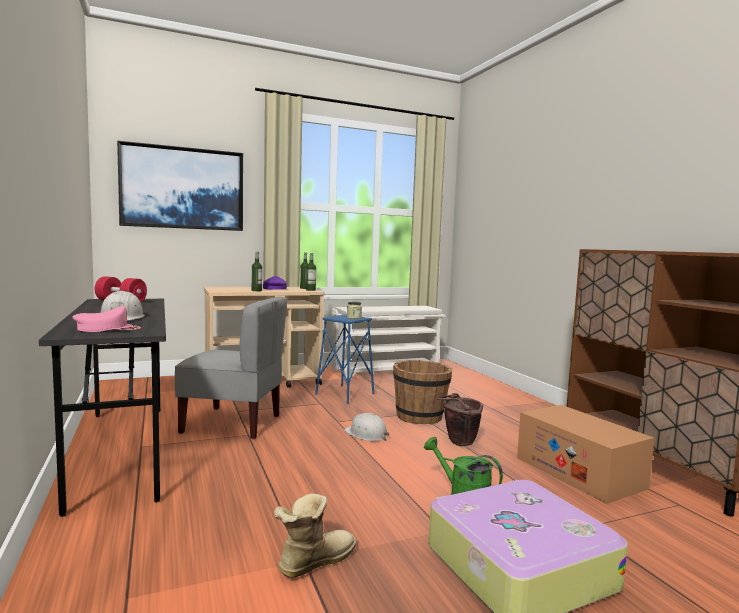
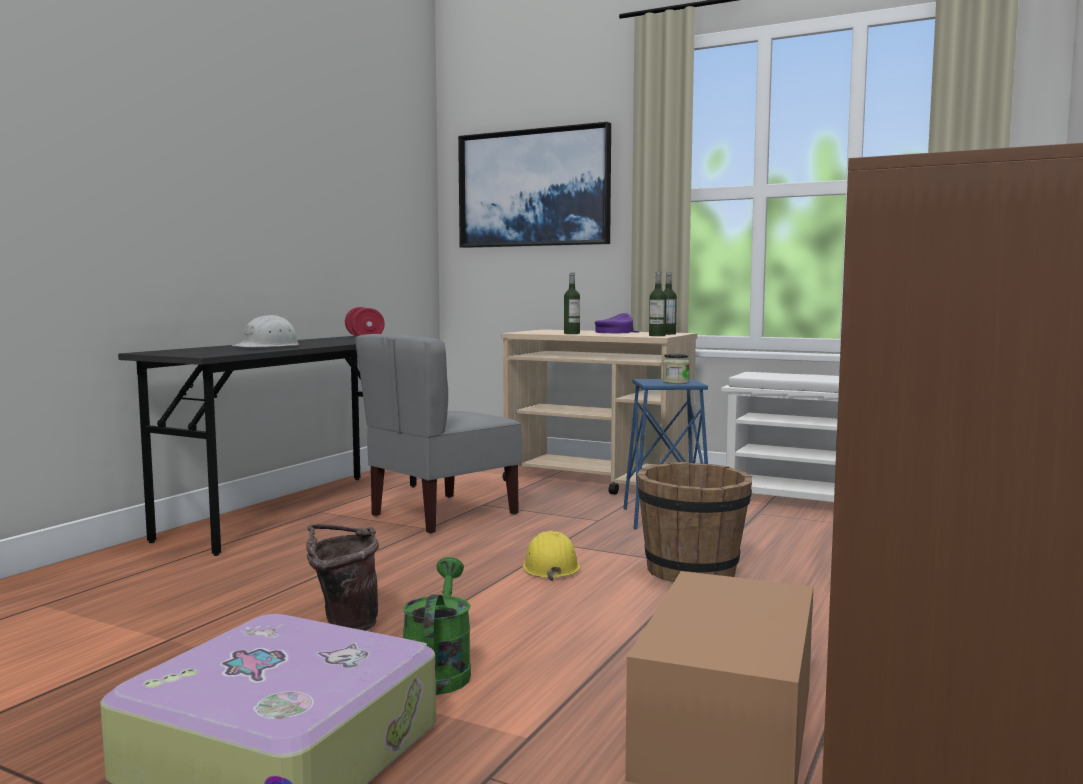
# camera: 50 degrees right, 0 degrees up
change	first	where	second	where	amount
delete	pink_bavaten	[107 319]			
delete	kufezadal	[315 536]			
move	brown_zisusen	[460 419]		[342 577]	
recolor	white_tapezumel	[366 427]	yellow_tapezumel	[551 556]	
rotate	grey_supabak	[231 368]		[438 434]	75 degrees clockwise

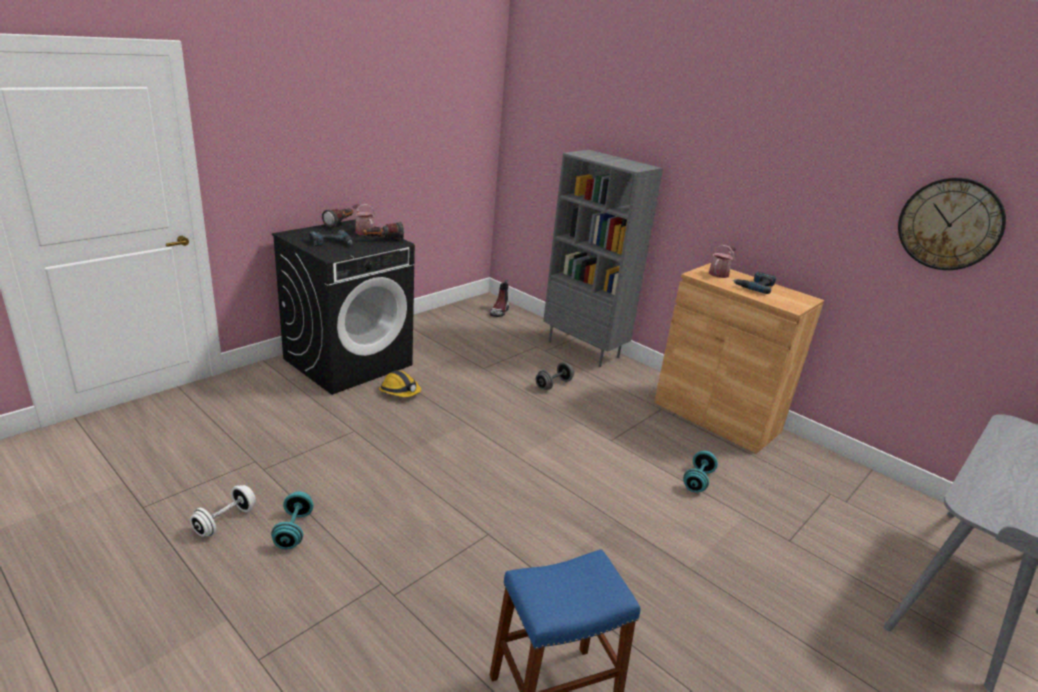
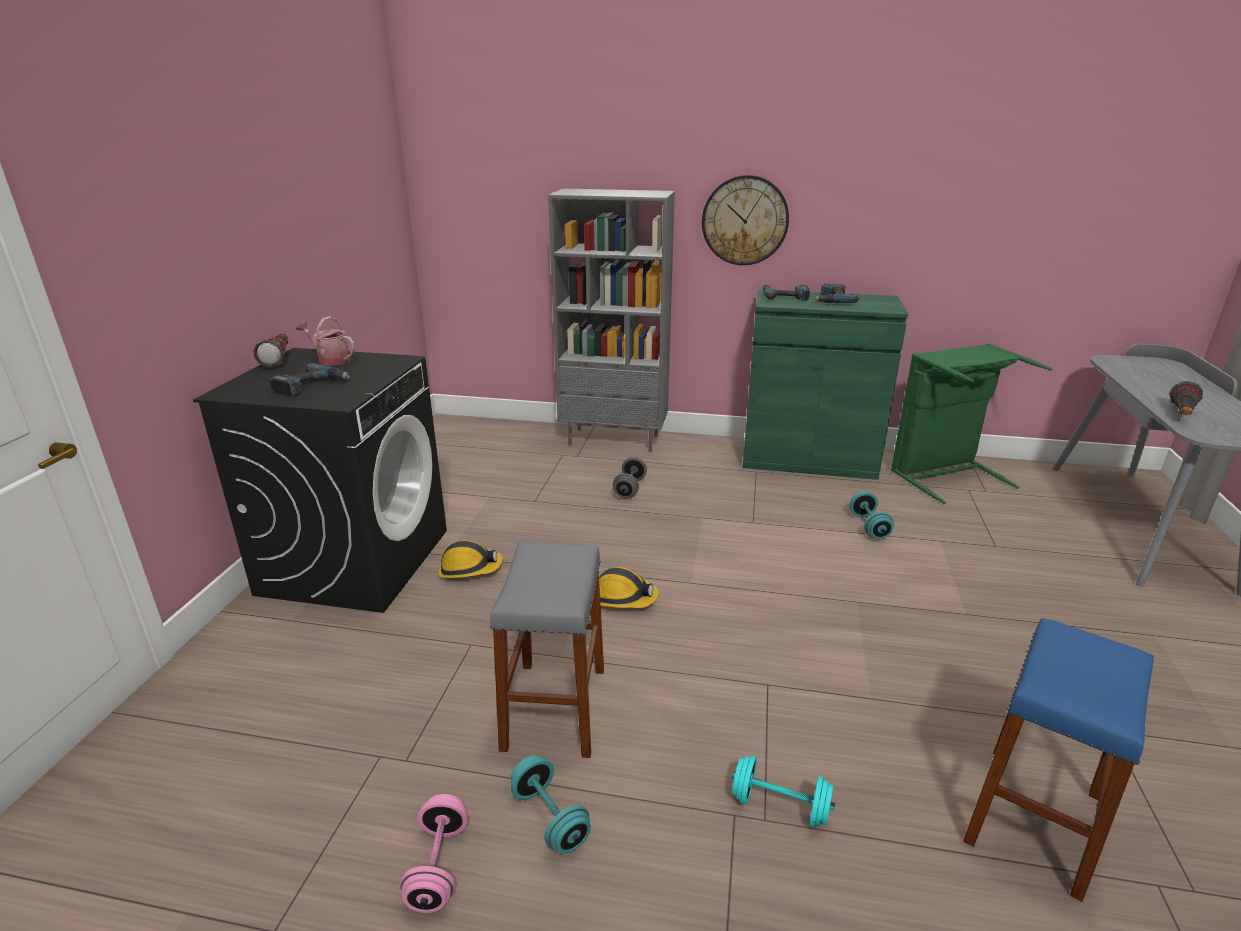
# camera: 30 degrees left, 0 degrees up
change	first	where	second	where	amount
delete	kufezadal	[499 298]			
insert			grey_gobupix	[547 650]	
insert			tapezumel	[629 587]	
insert			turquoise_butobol	[783 791]	
insert			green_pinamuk	[971 423]	
move	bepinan	[383 231]		[1186 398]	
move	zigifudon	[952 224]		[745 220]	
replace	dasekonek	[722 261]	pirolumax	[786 292]	
recolor	white_butobol	[223 511]	pink_butobol	[434 853]	
recolor	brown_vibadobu	[739 358]	green_vibadobu	[825 385]	

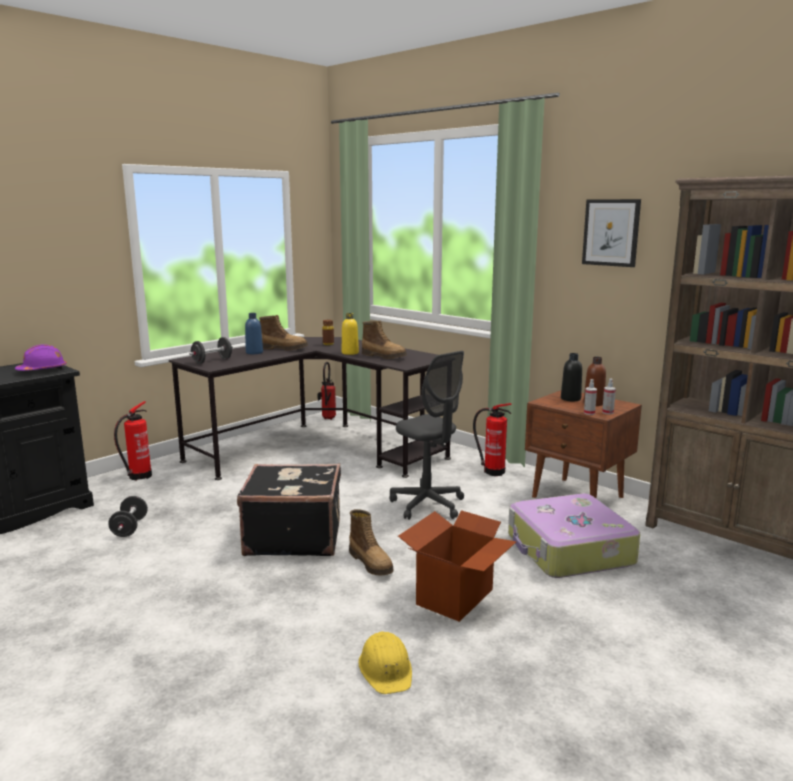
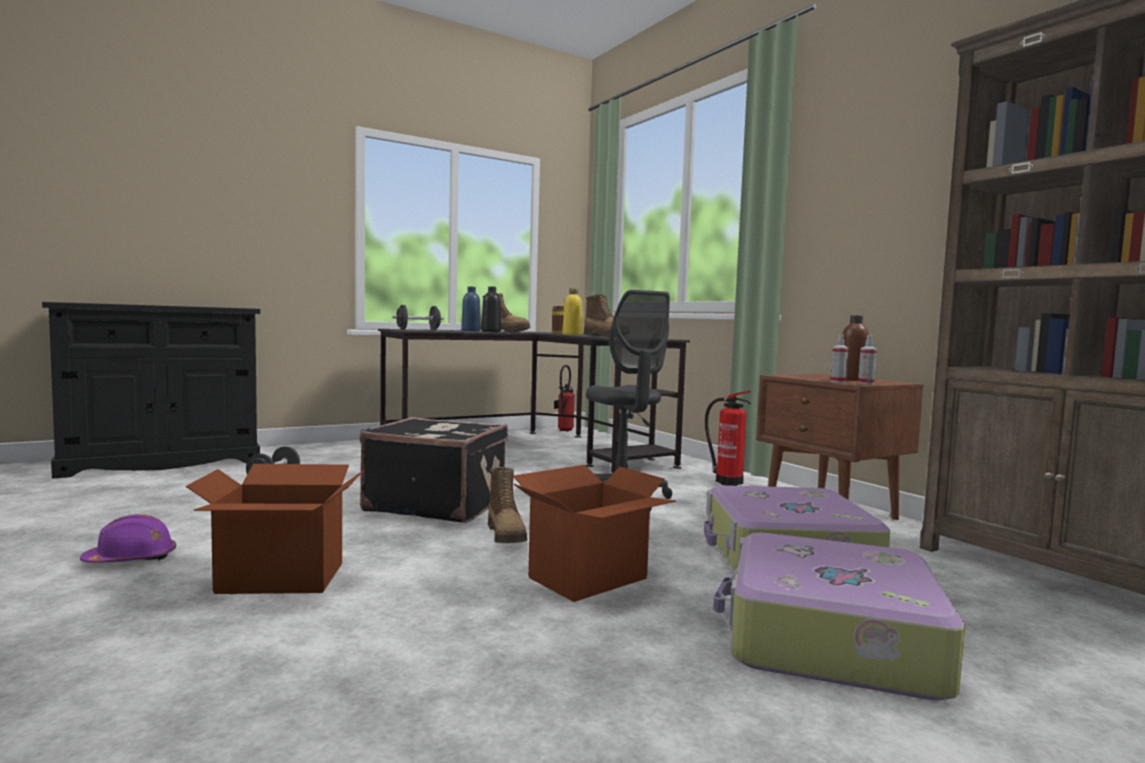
# camera: 15 degrees right, 10 degrees down
change	first	where	second	where	amount
delete	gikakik	[133 440]			
delete	yellow_tapezumel	[385 662]			
delete	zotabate	[611 233]			
insert			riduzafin	[275 529]	
insert			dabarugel	[839 617]	
move	purple_tapezumel	[41 357]		[128 538]	
move	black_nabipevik	[571 377]		[491 309]	

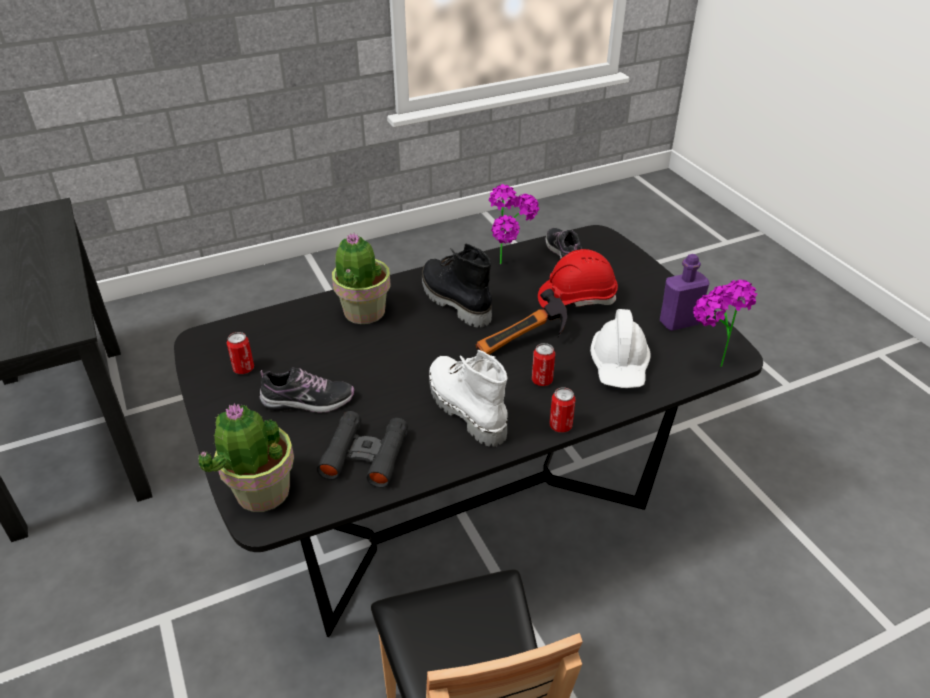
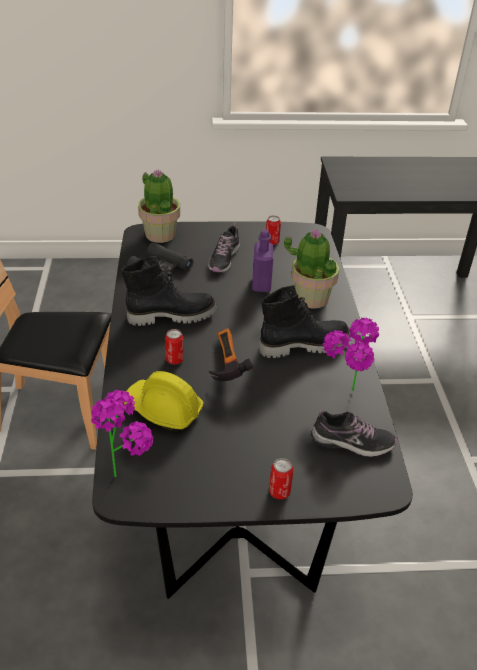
# camera: 110 degrees right, 0 degrees up
change	first	where	second	where	amount
delete	red_tapezumel	[578 278]			
move	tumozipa	[562 410]		[281 478]	
move	purple_nabipevik	[684 292]		[262 261]	
recolor	white_kufezadal	[468 398]	black_kufezadal	[169 291]	
recolor	white_tapezumel	[620 348]	yellow_tapezumel	[163 401]	

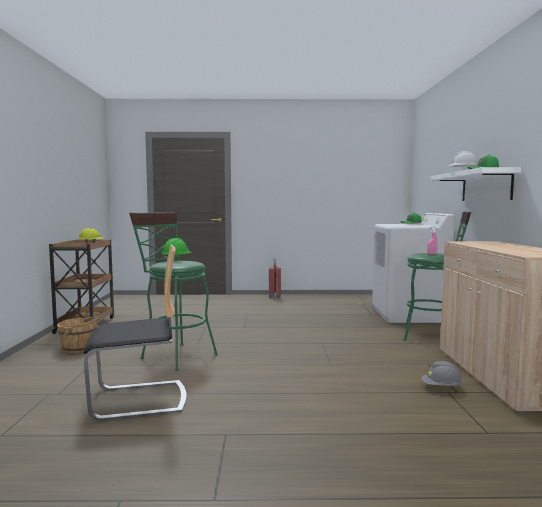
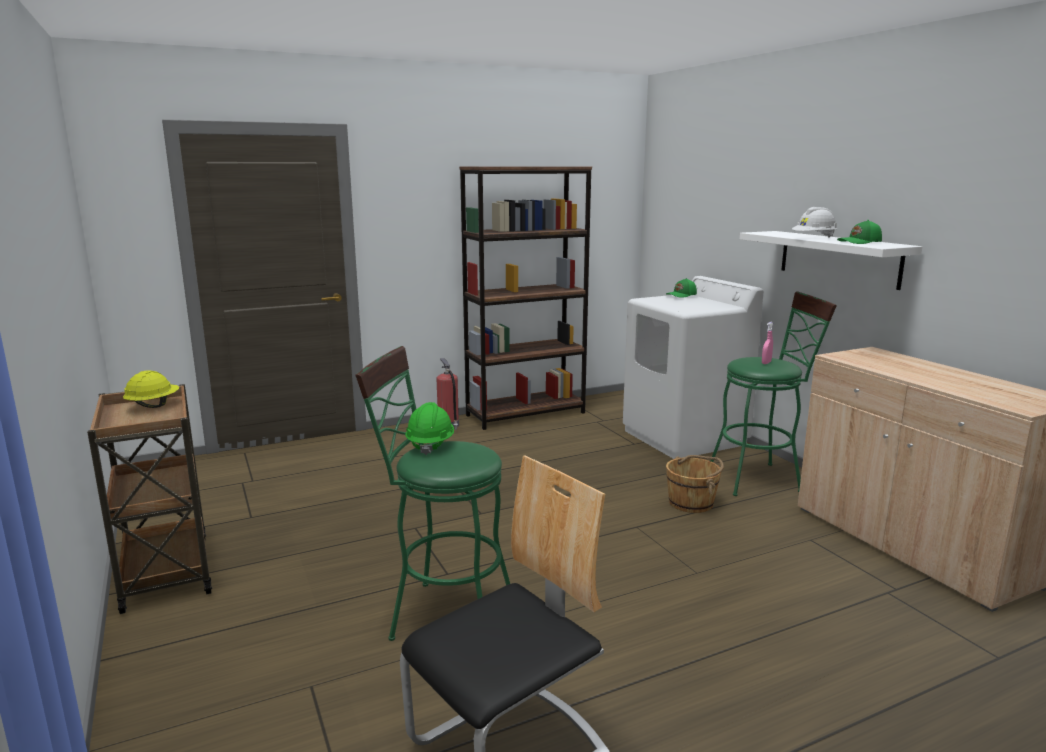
# camera: 25 degrees left, 10 degrees up
change	first	where	second	where	amount
delete	grey_tapezumel	[442 374]			
insert			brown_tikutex	[525 298]	
move	brown_zisusen	[78 335]		[695 484]	

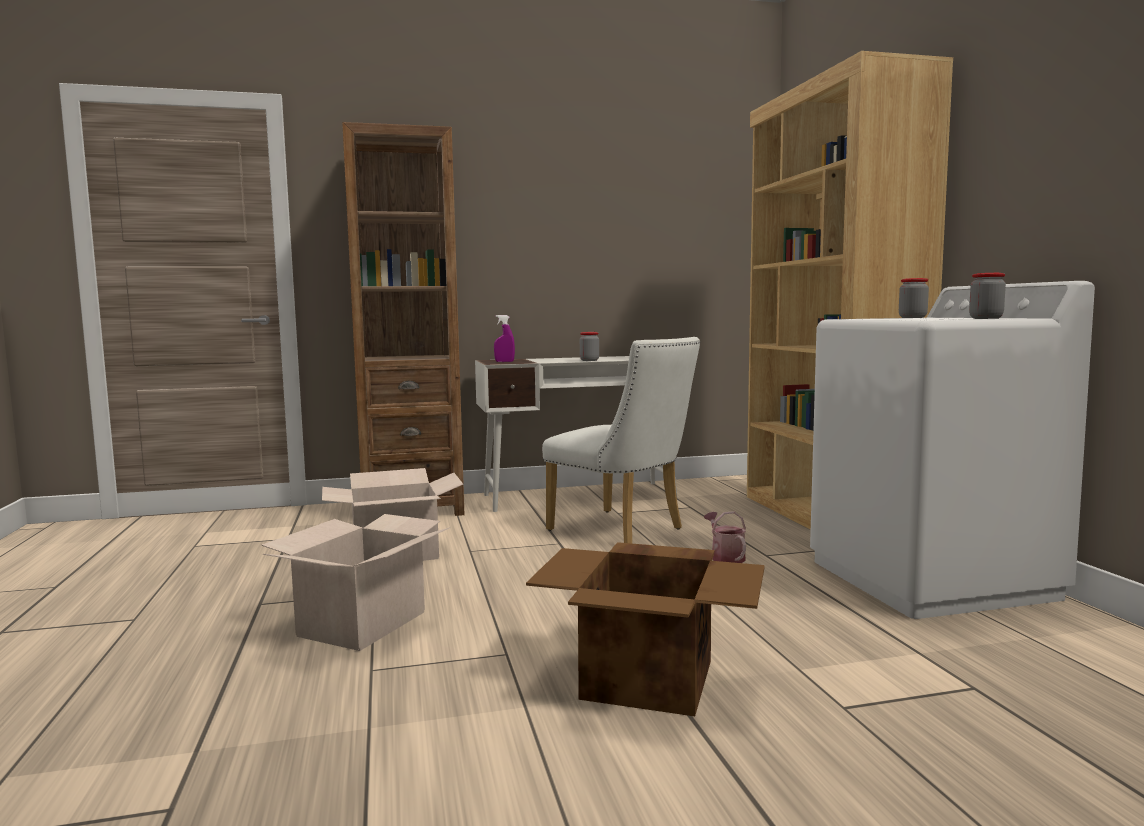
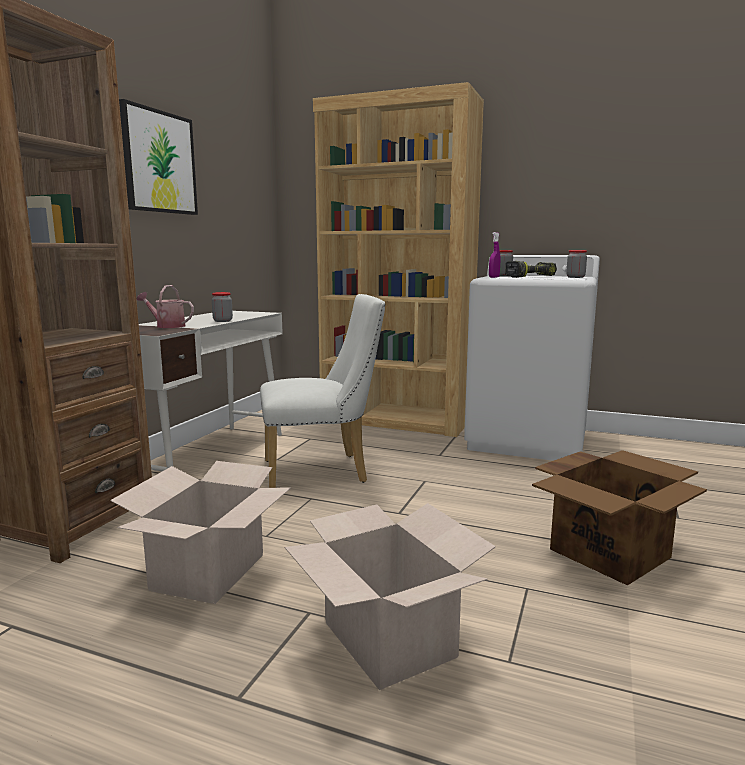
# camera: 55 degrees left, 5 degrees up
change	first	where	second	where	amount
insert			zotabate	[158 157]	
insert			pirolumax	[531 269]	
move	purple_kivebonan	[504 338]		[494 255]	
move	dasekonek	[725 537]		[165 306]	

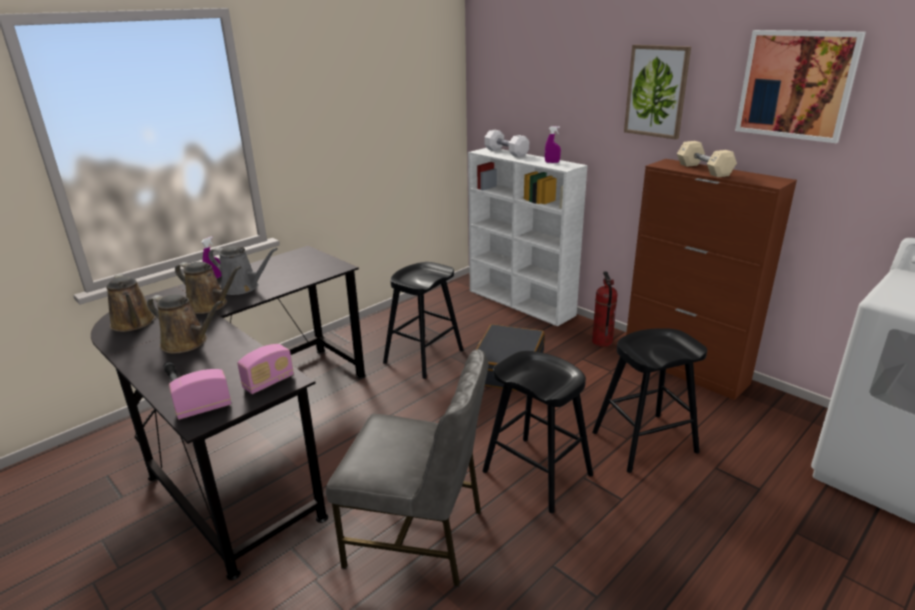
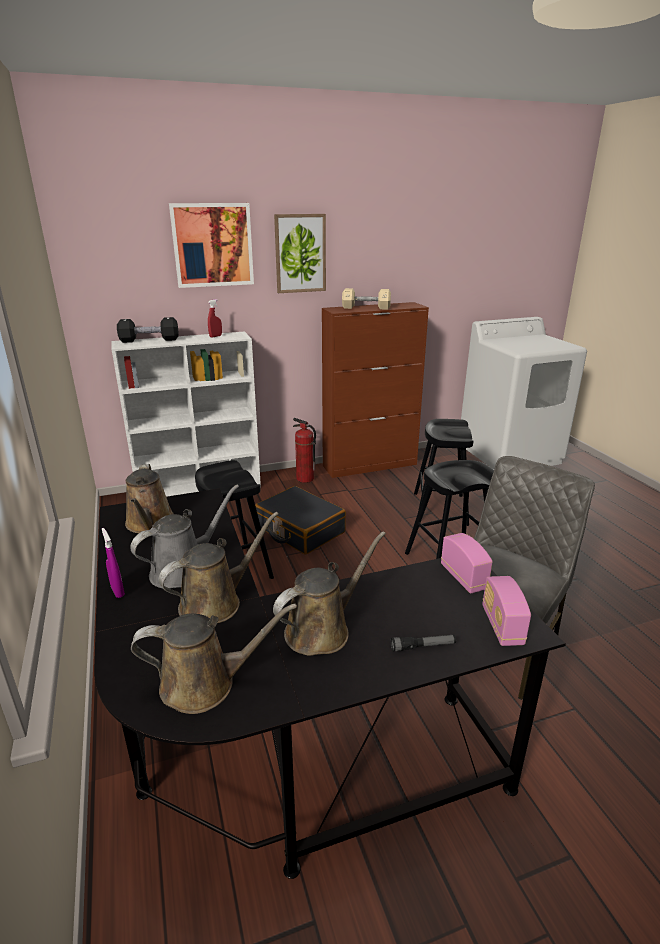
# camera: 65 degrees left, 0 degrees up
change	first	where	second	where	amount
insert			brown_dasekonek	[149 498]	
move	zotabate	[800 86]		[211 245]	
recolor	white_butobol	[507 143]	black_butobol	[148 330]	
recolor	purple_kivebonan	[553 144]	red_kivebonan	[215 318]	

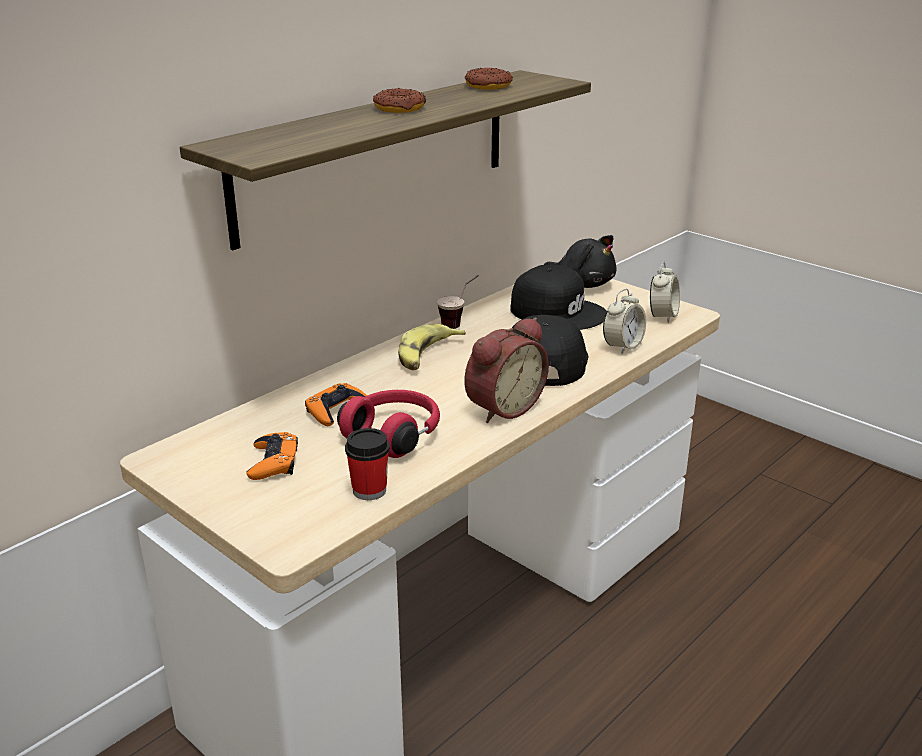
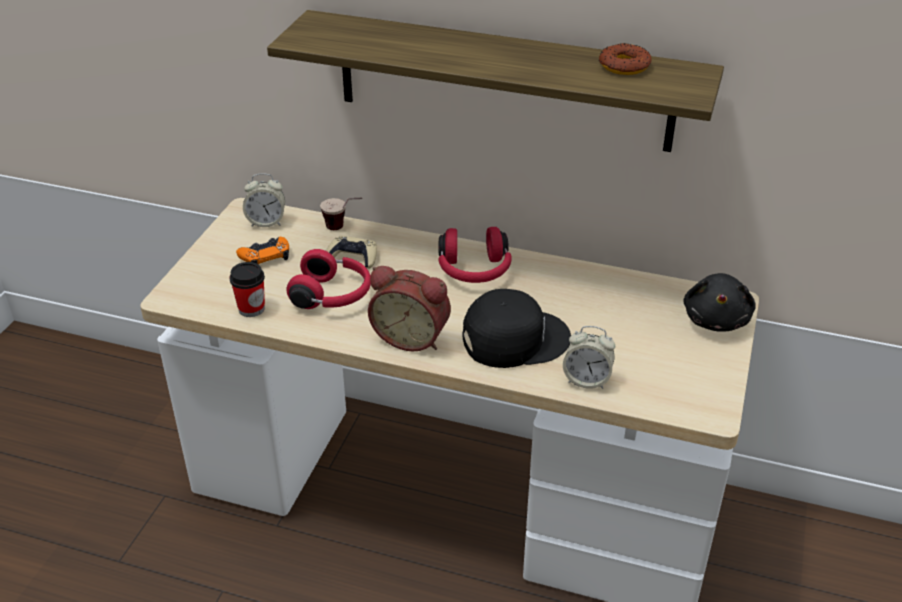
# camera: 65 degrees right, 10 degrees up
change	first	where	second	where	amount
delete	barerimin	[399 100]			
delete	black_bavaten	[558 297]			
move	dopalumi	[458 302]		[341 214]	
move	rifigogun	[665 292]		[264 200]	
replace	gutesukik	[432 347]	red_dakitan	[475 255]	
recolor	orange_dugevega	[336 404]	beige_dugevega	[351 252]	

